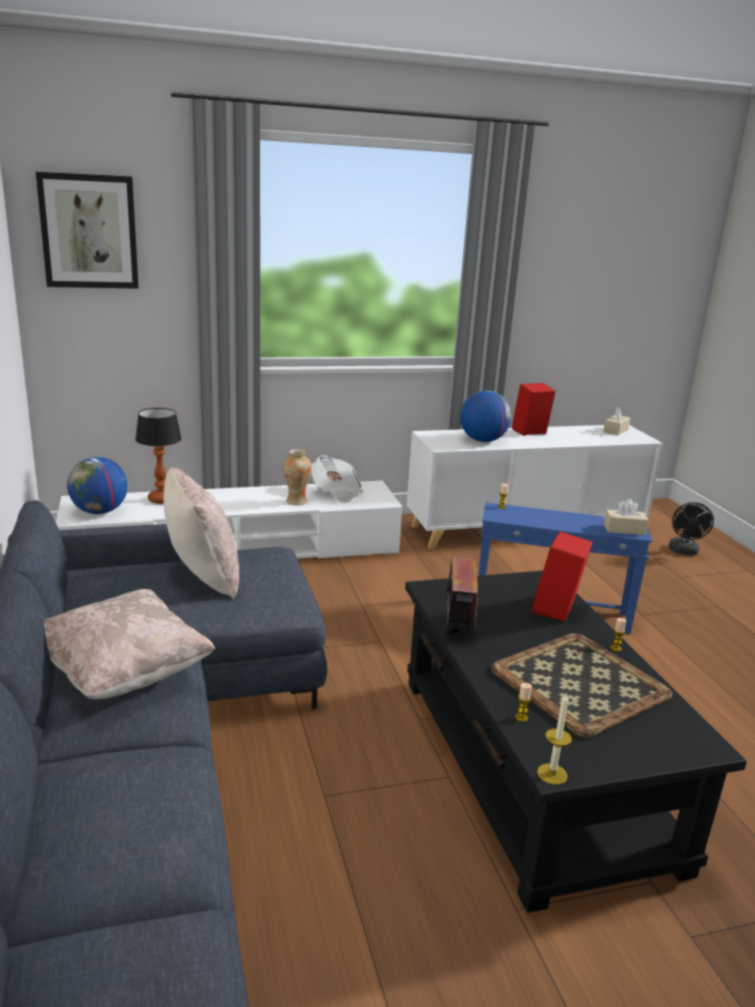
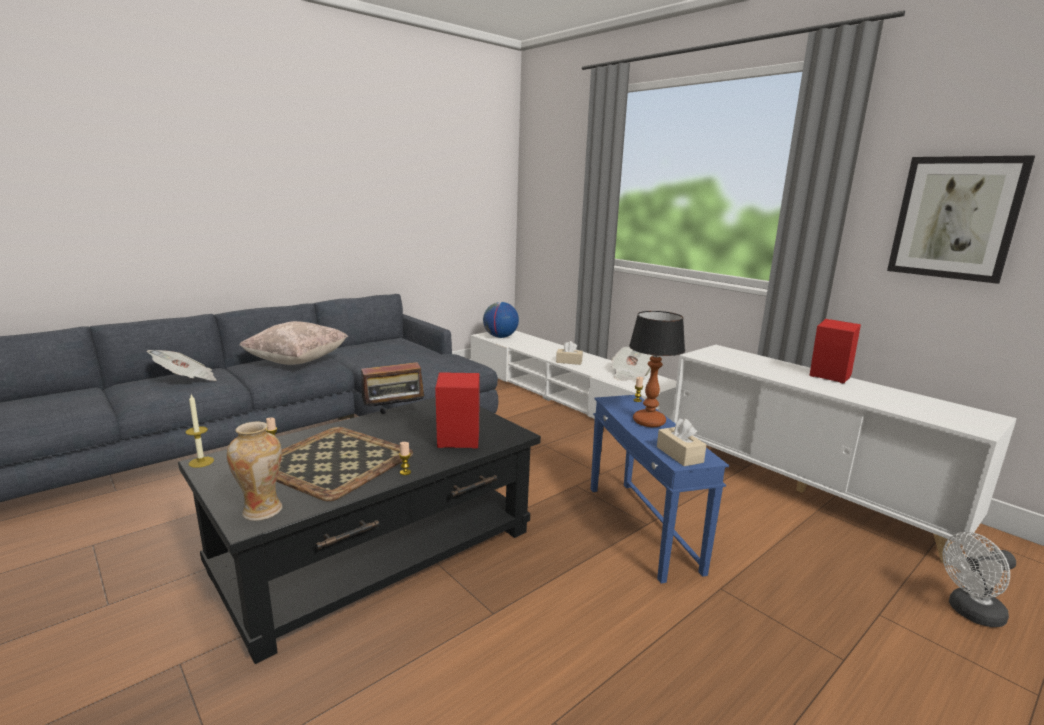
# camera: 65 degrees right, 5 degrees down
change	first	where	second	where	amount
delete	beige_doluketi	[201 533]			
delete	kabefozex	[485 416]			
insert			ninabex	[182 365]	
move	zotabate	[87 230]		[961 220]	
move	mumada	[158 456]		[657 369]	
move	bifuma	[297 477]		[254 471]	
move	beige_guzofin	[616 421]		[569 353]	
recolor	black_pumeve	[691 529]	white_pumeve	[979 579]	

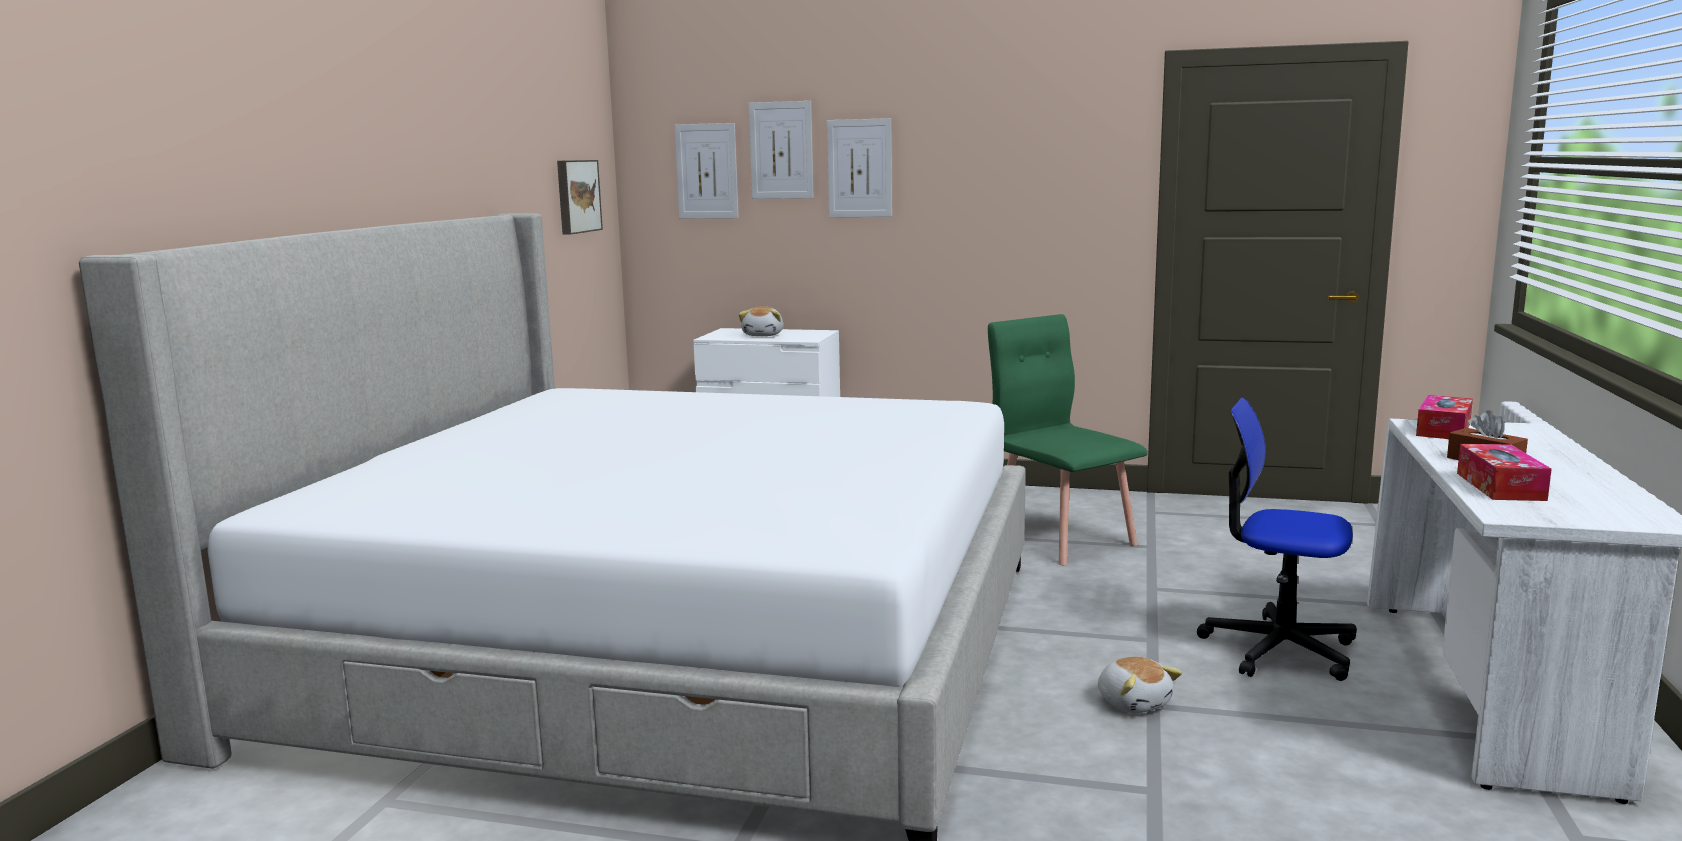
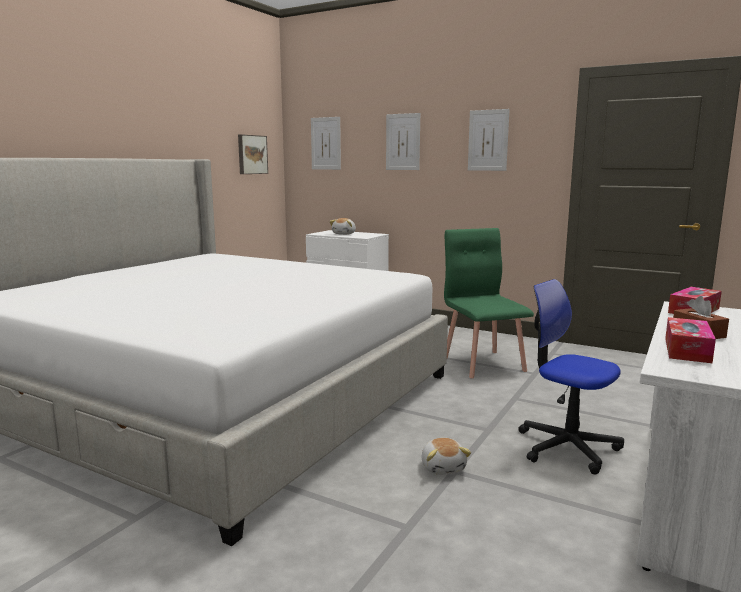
# camera: 15 degrees right, 0 degrees up
change	first	where	second	where	amount
move	zotabate	[781 150]		[489 140]	

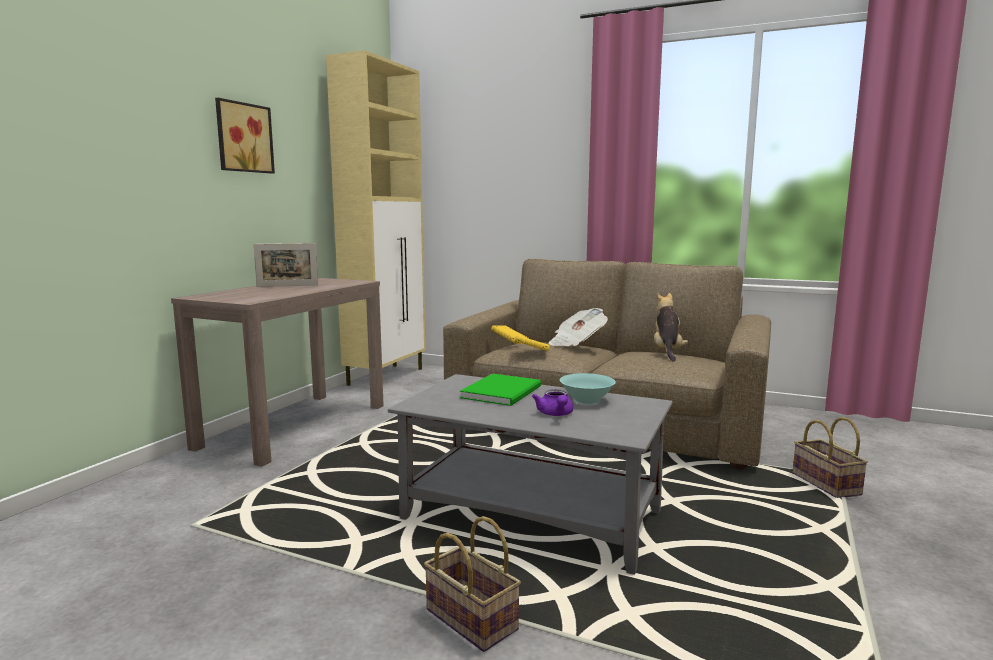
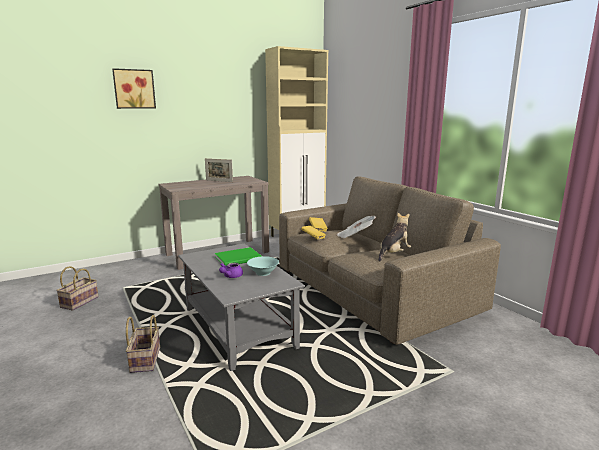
# camera: 35 degrees right, 5 degrees up
change	first	where	second	where	amount
move	zotabate	[245 136]		[134 88]	
move	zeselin	[830 457]		[77 288]	

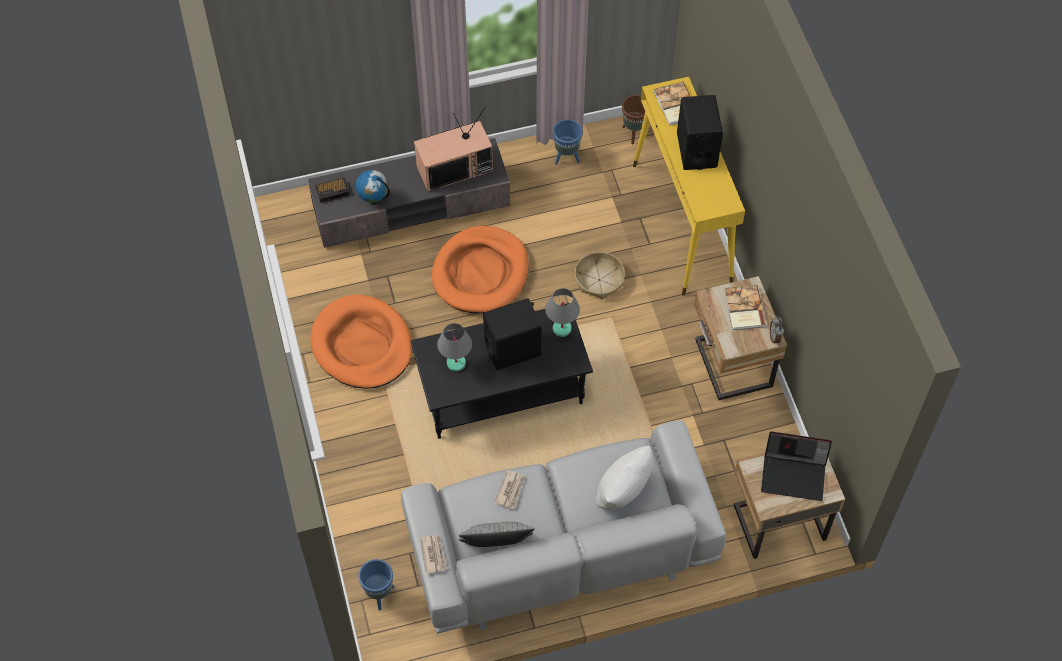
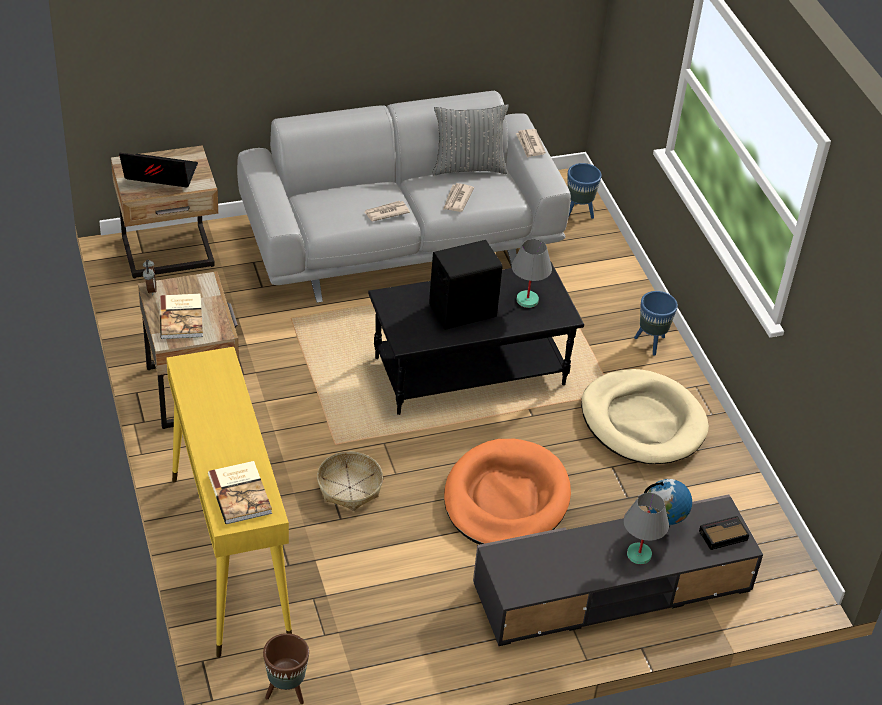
# camera: 175 degrees right, 15 degrees down
change	first	where	second	where	amount
delete	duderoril	[453 149]			
delete	white_doluketi	[624 478]			
delete	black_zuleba	[700 132]			
insert			ninabex	[387 211]	
move	grey_mumada	[562 312]		[646 528]	
move	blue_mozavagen	[567 142]		[656 323]	
recolor	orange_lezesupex	[361 341]	beige_lezesupex	[645 416]	

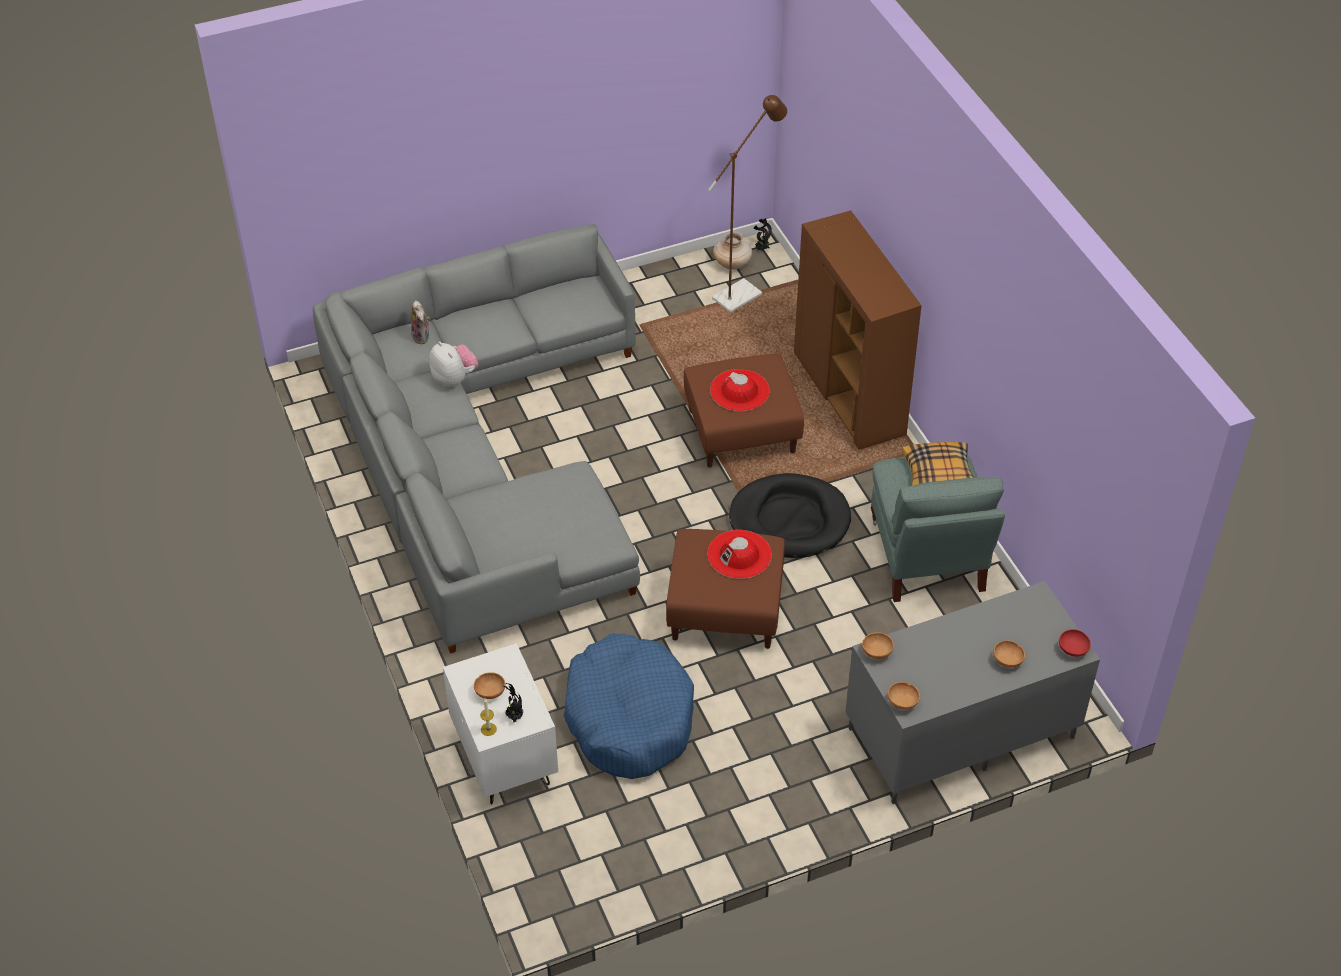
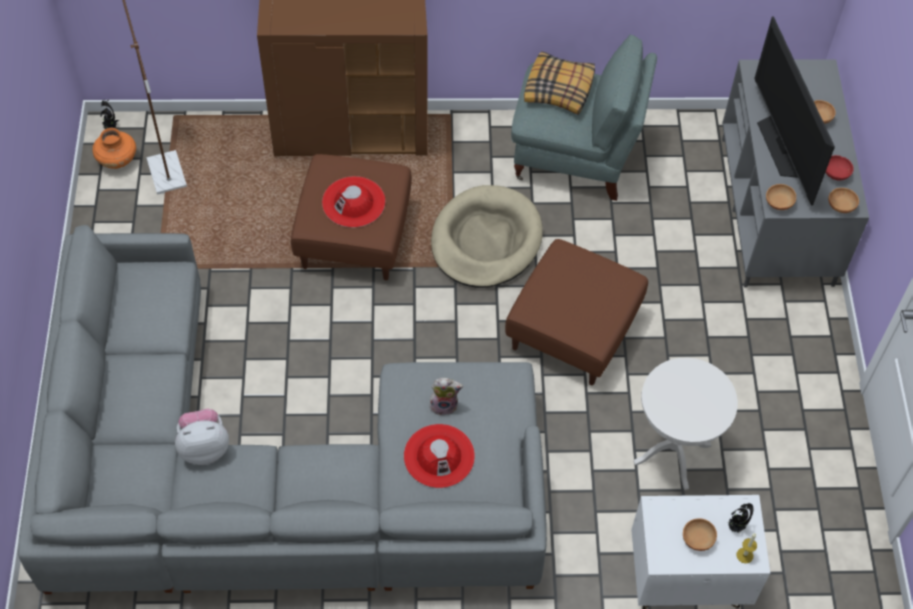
# camera: 70 degrees left, 10 degrees up
change	first	where	second	where	amount
insert			duderoril	[794 111]	
move	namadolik	[420 322]		[446 396]	
move	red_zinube	[739 554]		[439 456]	
move	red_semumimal	[1075 643]		[839 167]	
replace	blue_lezesupex	[629 706]	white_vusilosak	[685 424]	
recolor	beige_bifuma	[732 251]	orange_bifuma	[114 148]	
recolor	black_lezesupex	[790 515]	beige_lezesupex	[487 236]	

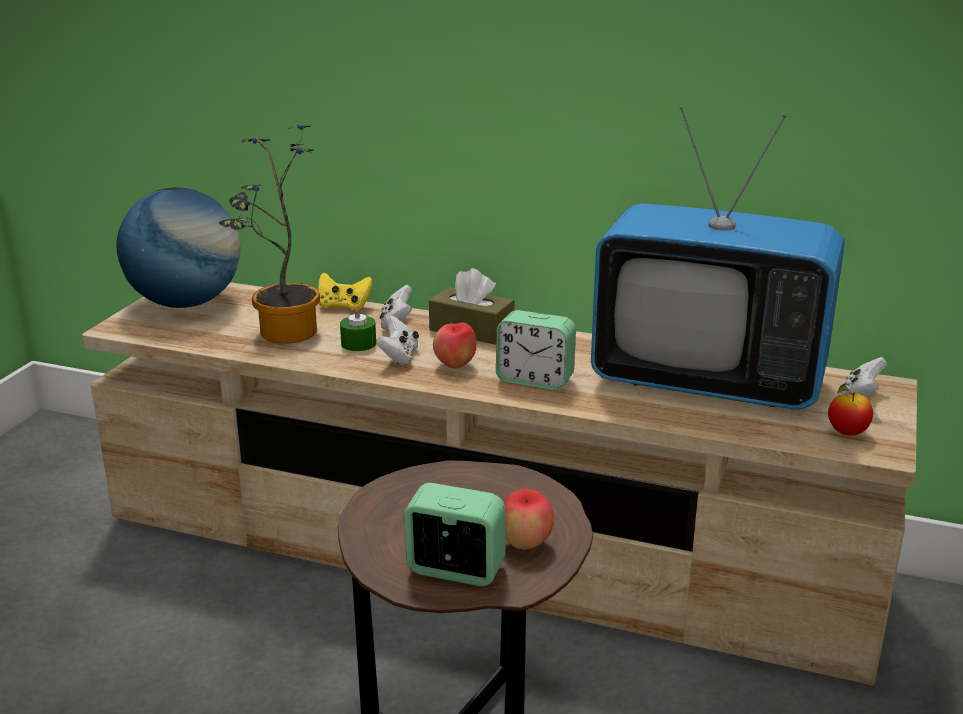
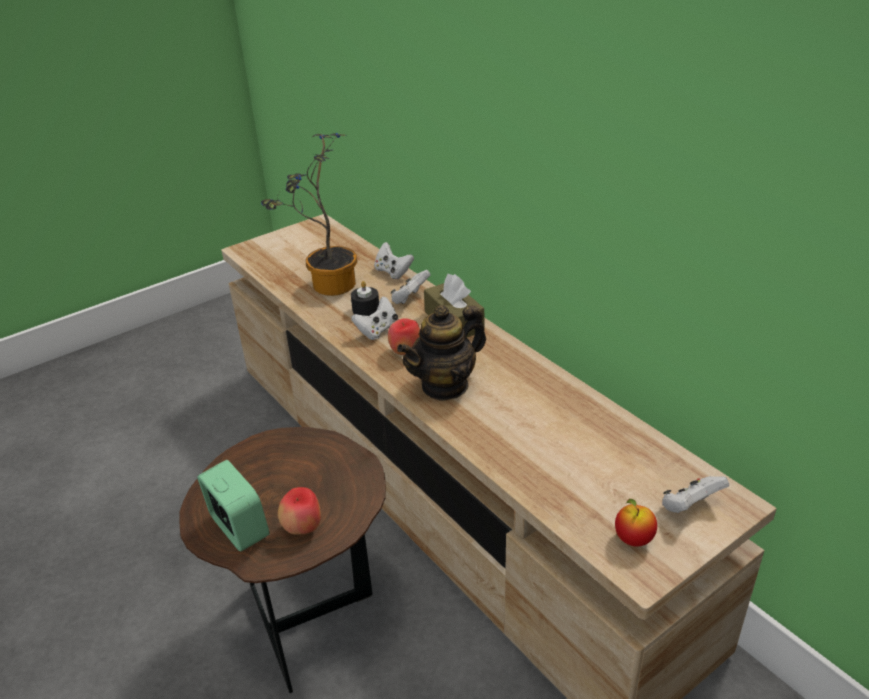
# camera: 35 degrees right, 10 degrees up
change	first	where	second	where	amount
delete	kabefozex	[178 247]			
delete	duderoril	[718 258]			
replace	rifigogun	[536 350]	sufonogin	[441 353]	
recolor	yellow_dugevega	[345 292]	white_dugevega	[394 260]	
recolor	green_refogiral	[358 328]	black_refogiral	[365 298]	

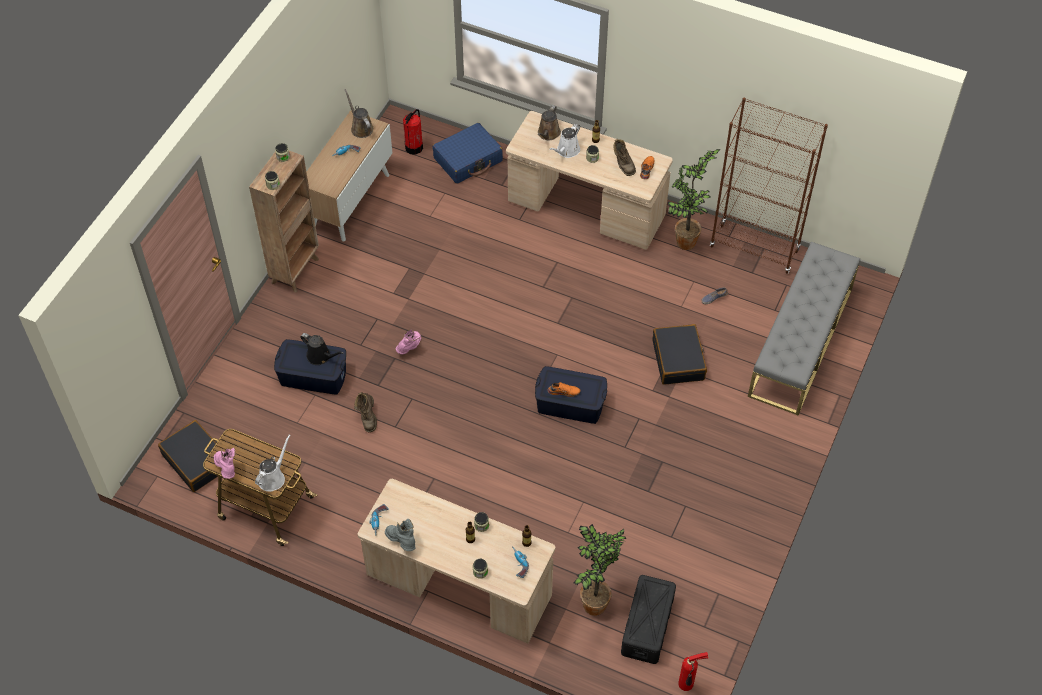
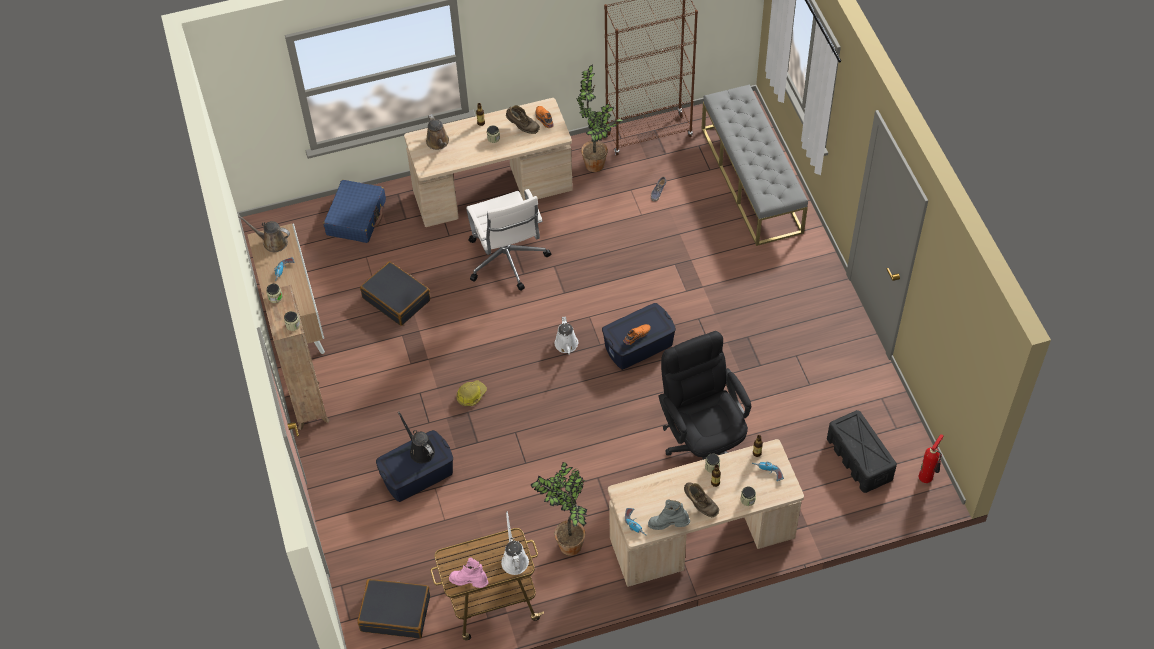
# camera: 40 degrees left, 0 degrees up
change	first	where	second	where	amount
delete	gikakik	[413 132]			
insert			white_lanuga	[508 240]	
insert			black_lanuga	[705 395]	
move	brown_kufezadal	[365 412]		[701 500]	
move	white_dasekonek	[564 141]		[566 335]	
move	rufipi	[600 570]		[559 509]	
move	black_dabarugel	[679 354]		[395 293]	
replace	pink_kufezadal	[408 341]	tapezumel	[471 393]	
rotate	black_dasekonek	[321 349]		[416 438]	120 degrees counterclockwise

